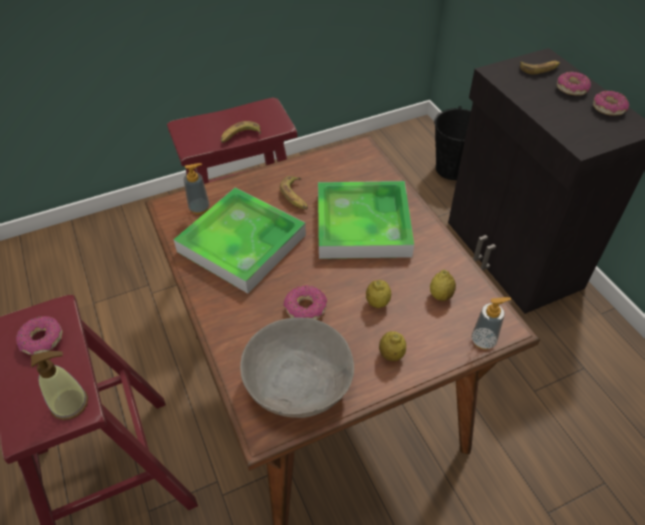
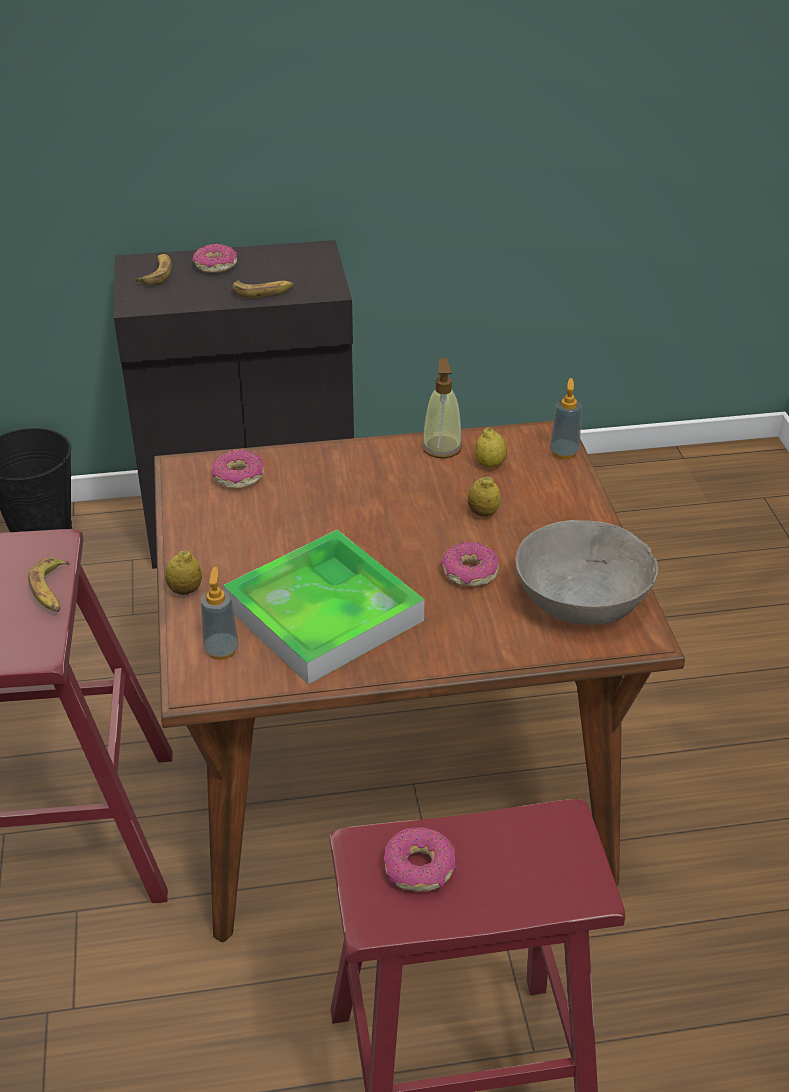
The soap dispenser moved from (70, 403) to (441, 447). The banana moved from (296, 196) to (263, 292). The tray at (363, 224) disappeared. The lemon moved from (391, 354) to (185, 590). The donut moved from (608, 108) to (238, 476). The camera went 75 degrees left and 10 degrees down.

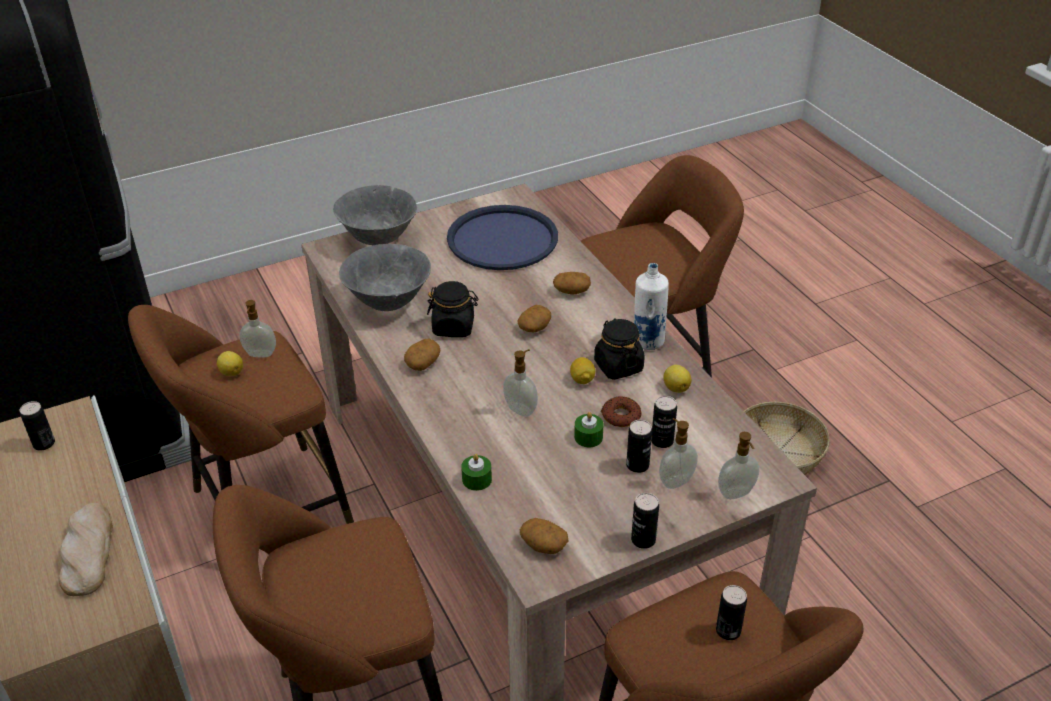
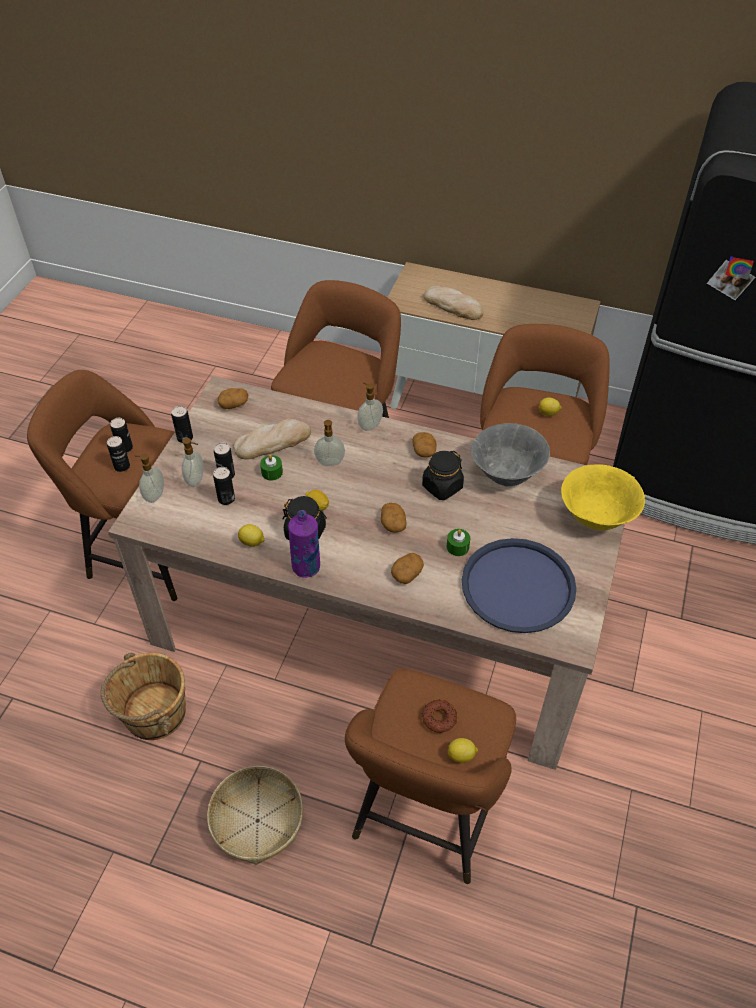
The can moved from (44, 444) to (125, 448). The soap dispenser moved from (260, 354) to (369, 425). The bowl (grey) at (378, 239) became the bowl (yellow) at (596, 518). The candle (green) moved from (477, 479) to (457, 547). The donut moved from (620, 416) to (439, 718). The bottle (white) at (648, 341) became the bottle (purple) at (306, 567). The bucket (brown) at (153, 713) appeared. The bread at (273, 442) appeared. The lemon at (461, 756) appeared. The camera went 135 degrees right and 10 degrees up.

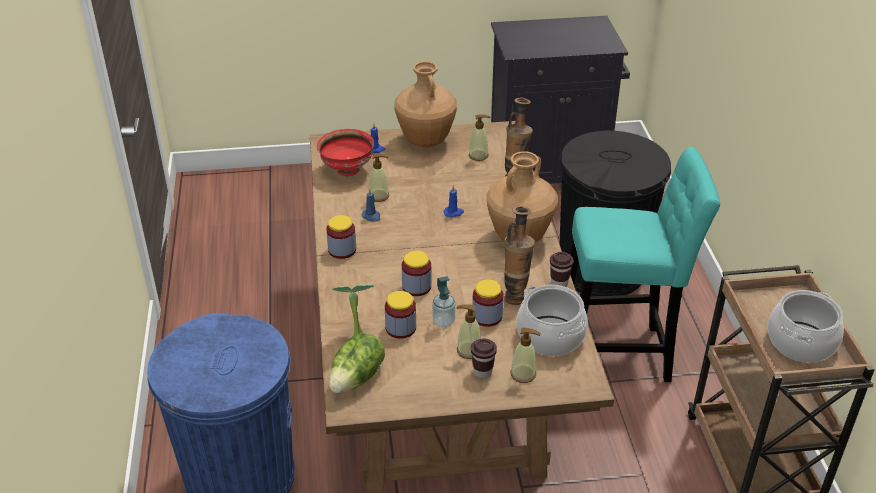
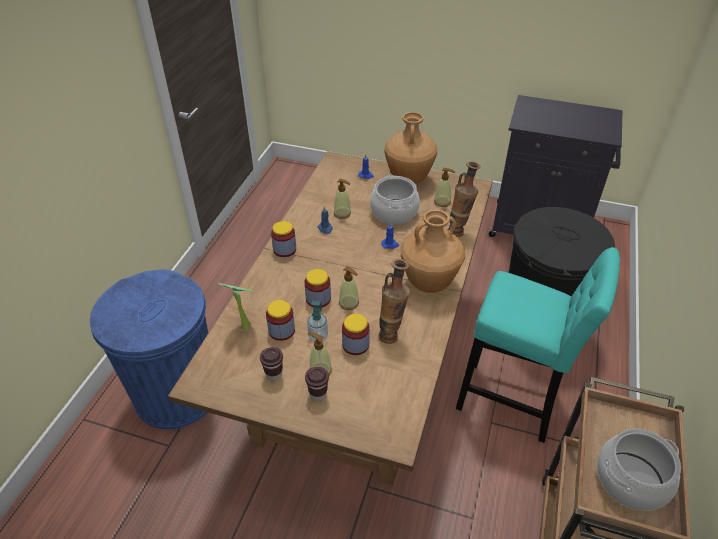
The bowl (red) at (347, 170) disappeared. The lettuce at (358, 378) disappeared. The soap dispenser moved from (523, 374) to (349, 303). The cooking pot moved from (550, 336) to (393, 212). The cup (brown) moved from (559, 283) to (274, 374). The camera went 25 degrees right and 5 degrees up.

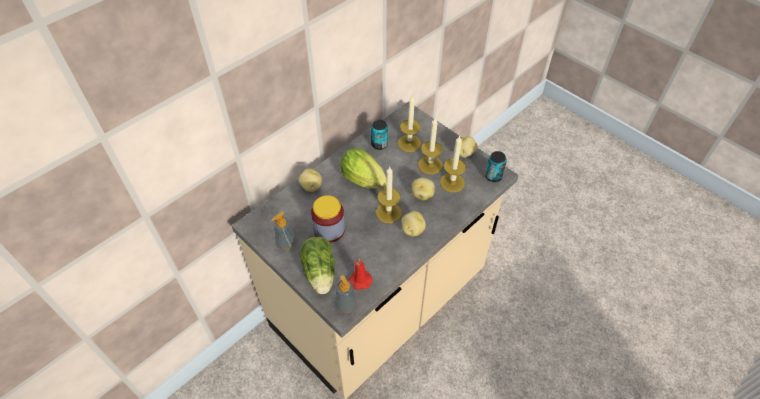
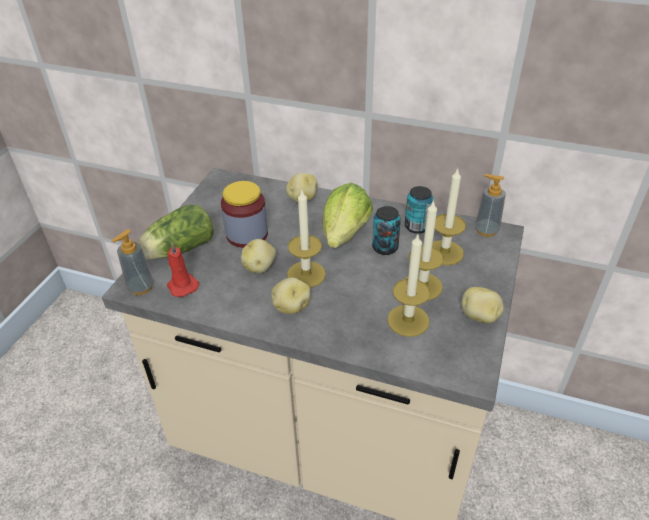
The soap dispenser moved from (286, 243) to (486, 230). The potato moved from (422, 194) to (260, 267). The can moved from (493, 176) to (385, 248). The camera went 65 degrees right and 10 degrees down.

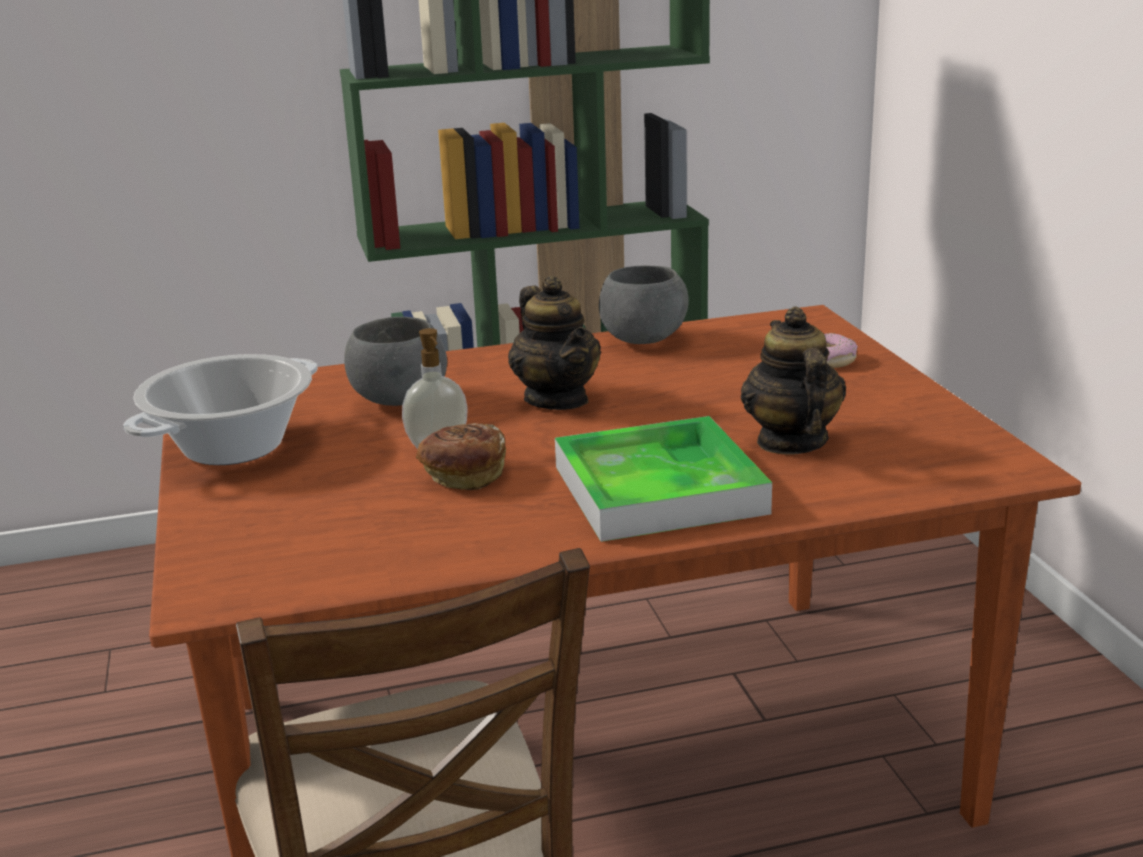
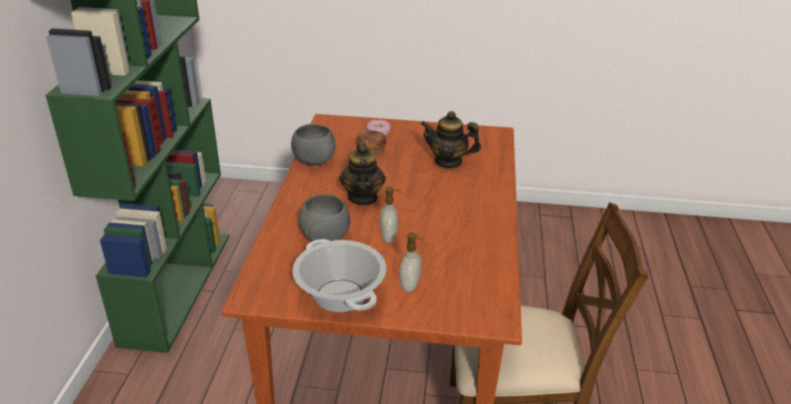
The bread moved from (464, 476) to (371, 150). The teapot at (557, 399) turned 90 degrees clockwise. The tray at (658, 489) disappeared. The soap dispenser at (411, 286) appeared. The camera went 70 degrees left and 10 degrees up.

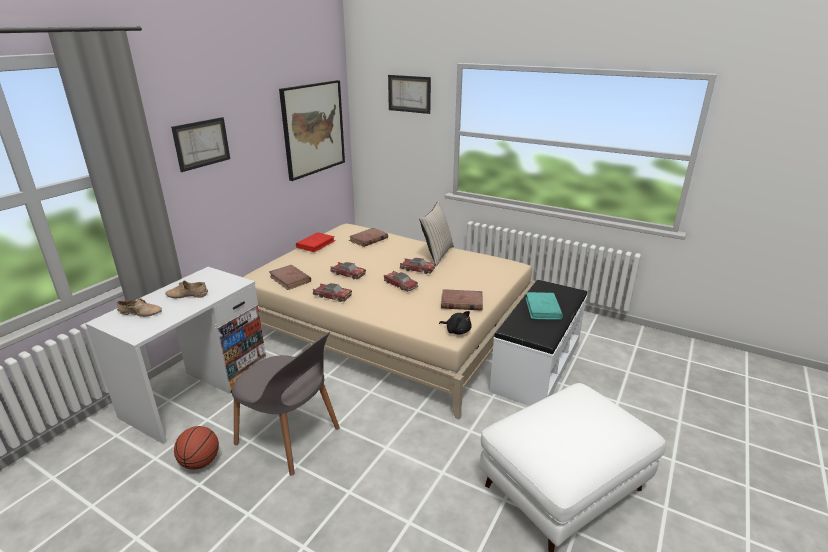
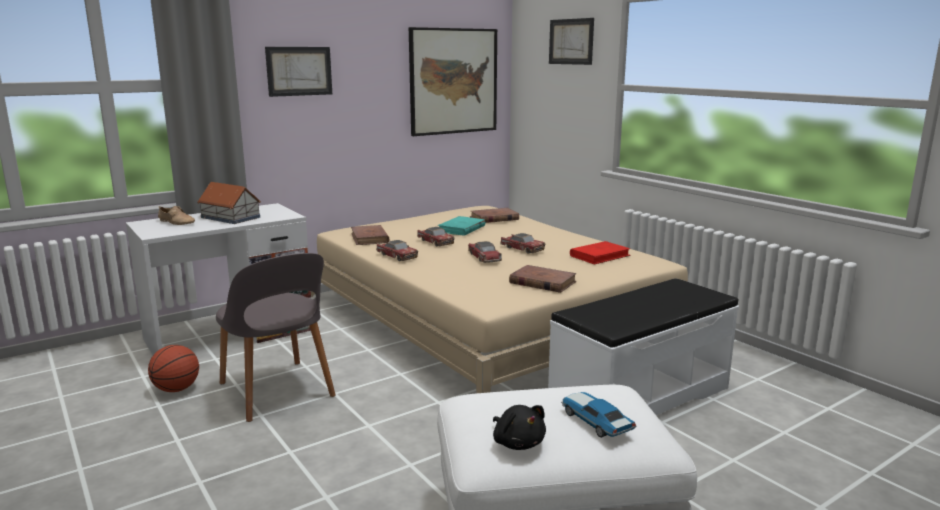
The shoe (beige) at (186, 295) was replaced by the toy house at (230, 217). The book (red) moved from (316, 244) to (600, 256). The pillow (beige) at (436, 255) disappeared. The plush toy (black) moved from (457, 331) to (517, 443). The book (turquoise) moved from (543, 308) to (461, 229). The toy car at (595, 421) appeared. The camera went 25 degrees right and 10 degrees down.

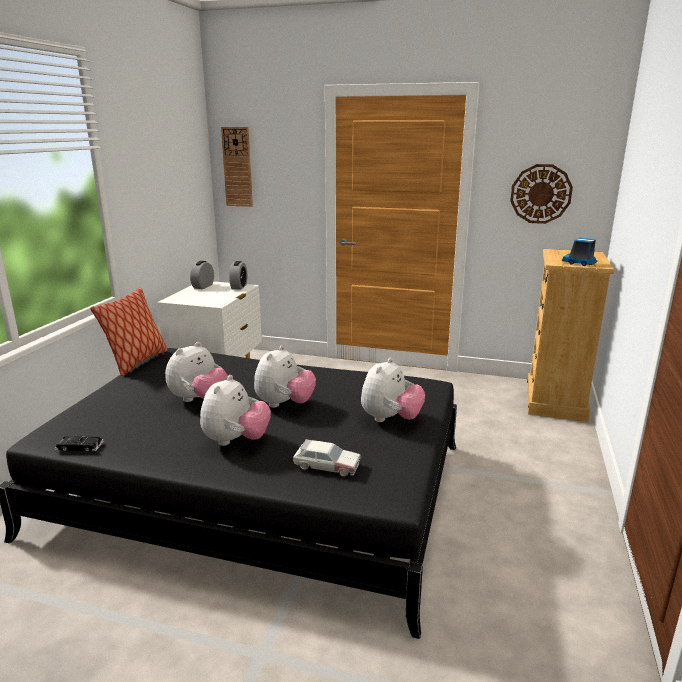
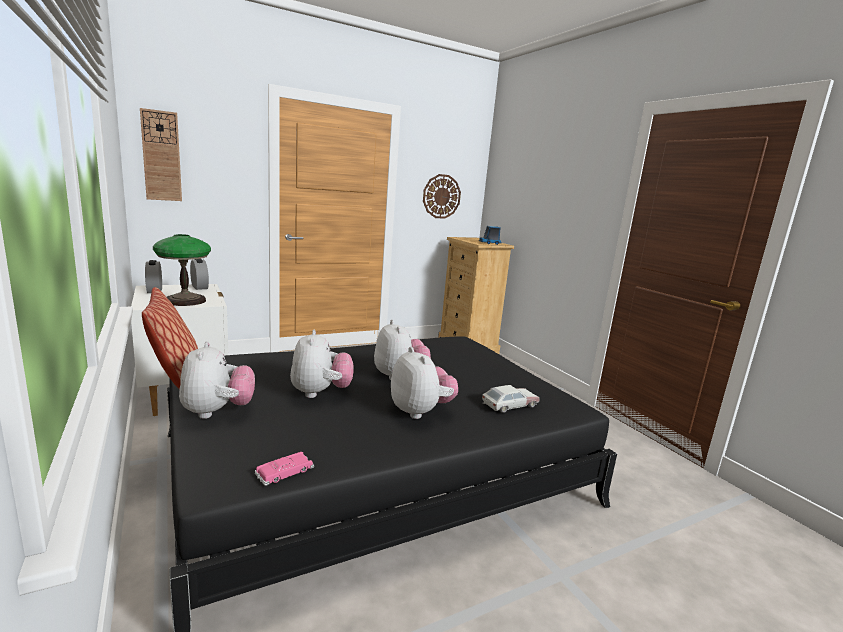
The toy car (black) at (80, 447) became the toy car (pink) at (285, 472). The plush toy moved from (390, 419) to (217, 412). The table lamp at (185, 300) appeared. The camera went 45 degrees left and 5 degrees down.

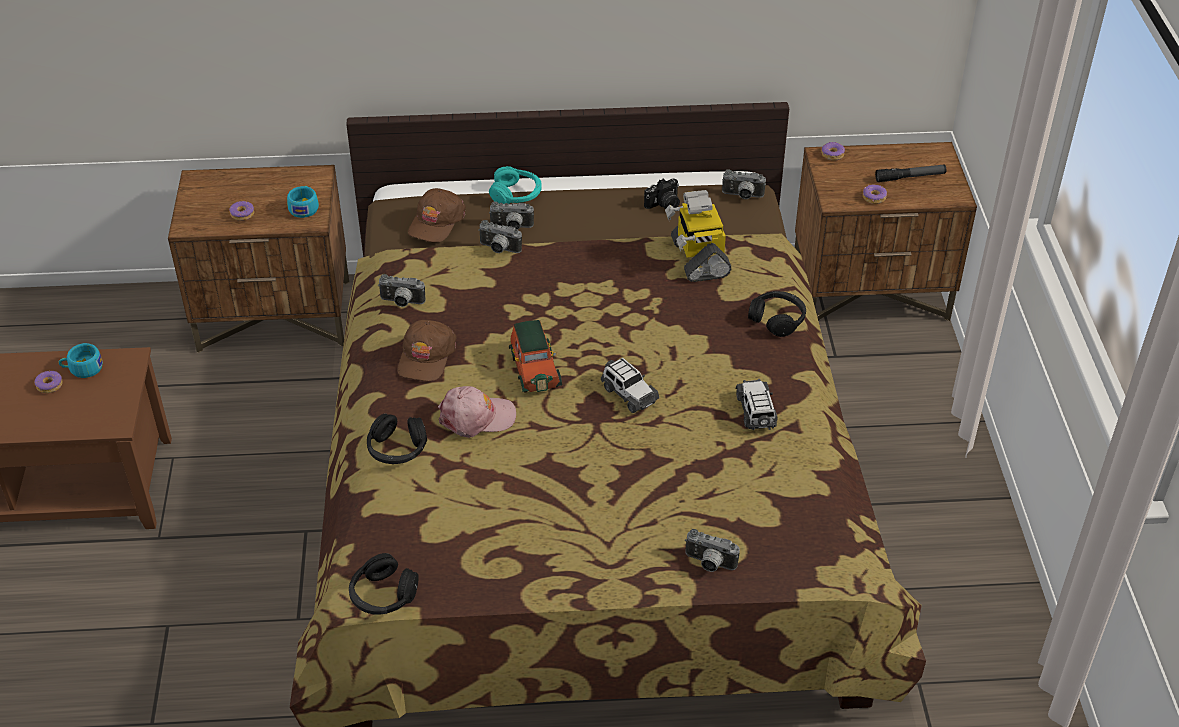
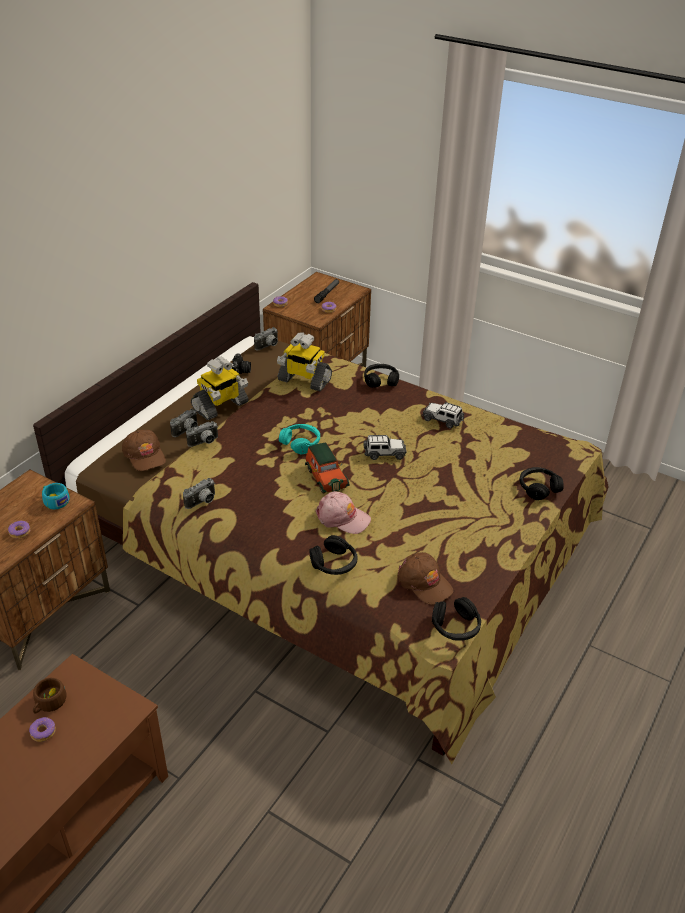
The cup (turquoise) at (82, 369) became the cup (brown) at (48, 703). The cap (brown) moved from (426, 357) to (424, 583). The cap (pink) at (476, 417) turned 90 degrees clockwise. The headphones (turquoise) moved from (516, 194) to (300, 443). The toy car at (534, 368) turned 45 degrees clockwise. The photo camera at (709, 564) was replaced by the headphones (black) at (538, 488). The toy robot at (220, 406) appeared. The camera went 55 degrees left and 5 degrees down.

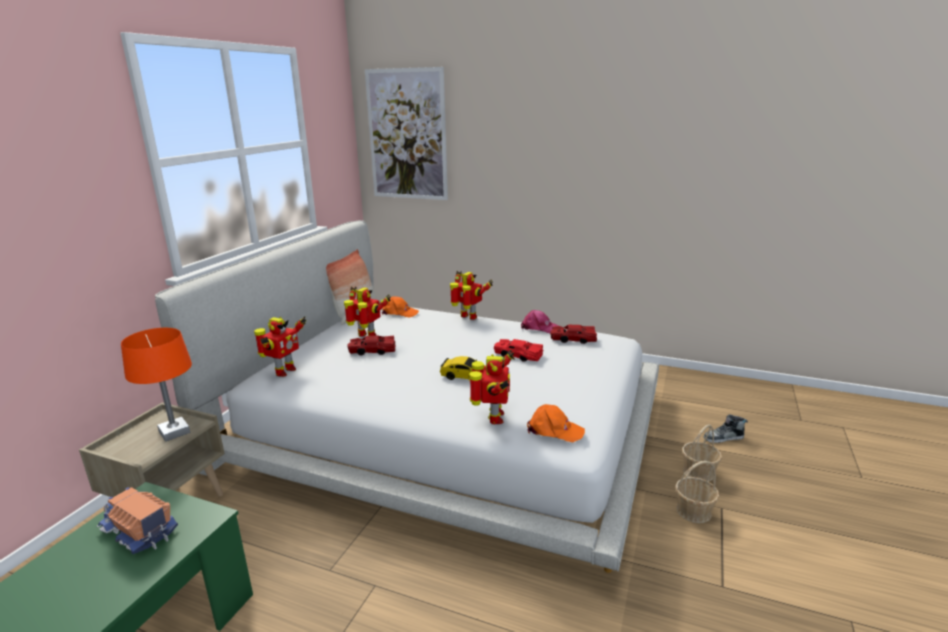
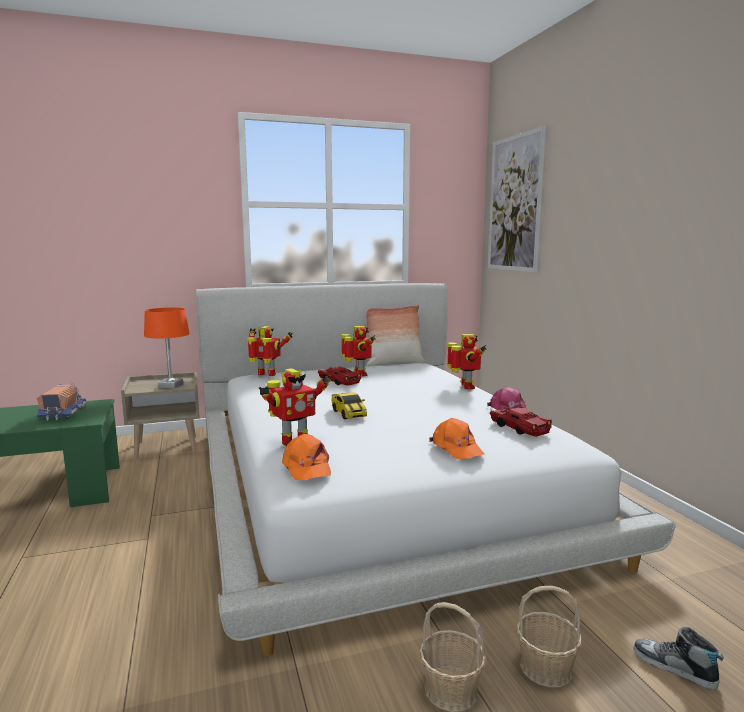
The toy robot at (283, 371) turned 150 degrees counterclockwise. The cap (orange) moved from (399, 313) to (456, 448). The toy car (red) at (518, 355) disappeared. The camera went 50 degrees right and 10 degrees down.

